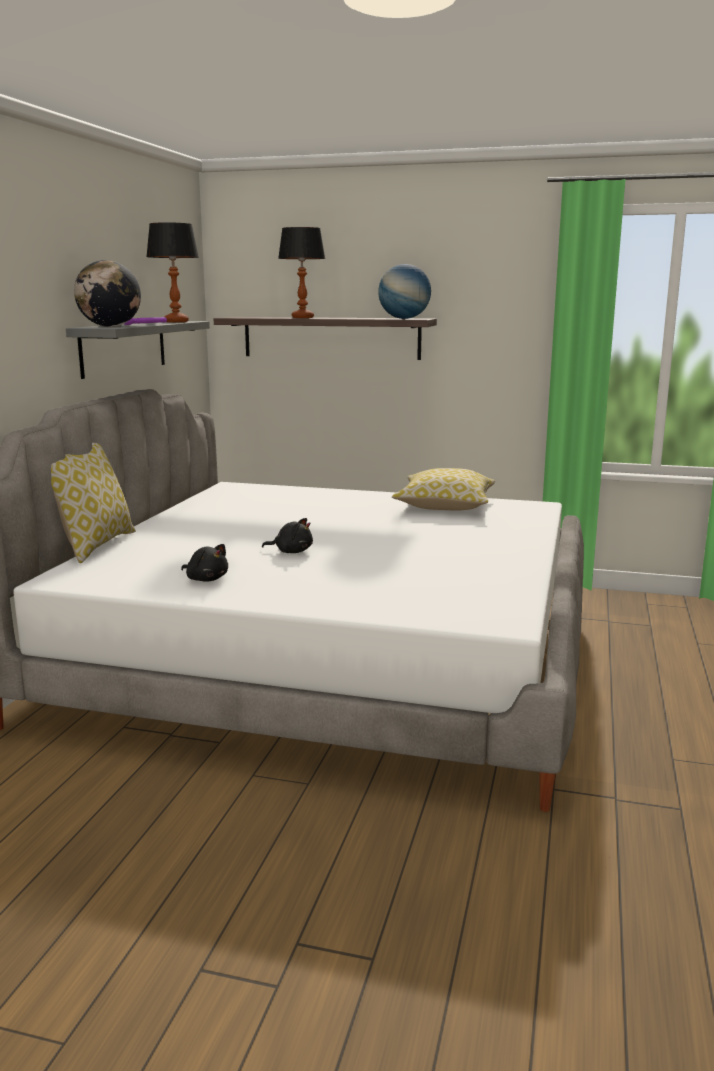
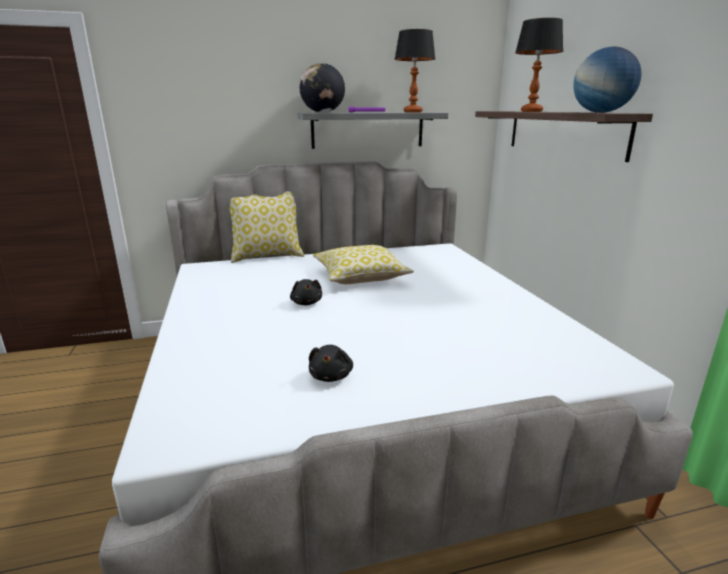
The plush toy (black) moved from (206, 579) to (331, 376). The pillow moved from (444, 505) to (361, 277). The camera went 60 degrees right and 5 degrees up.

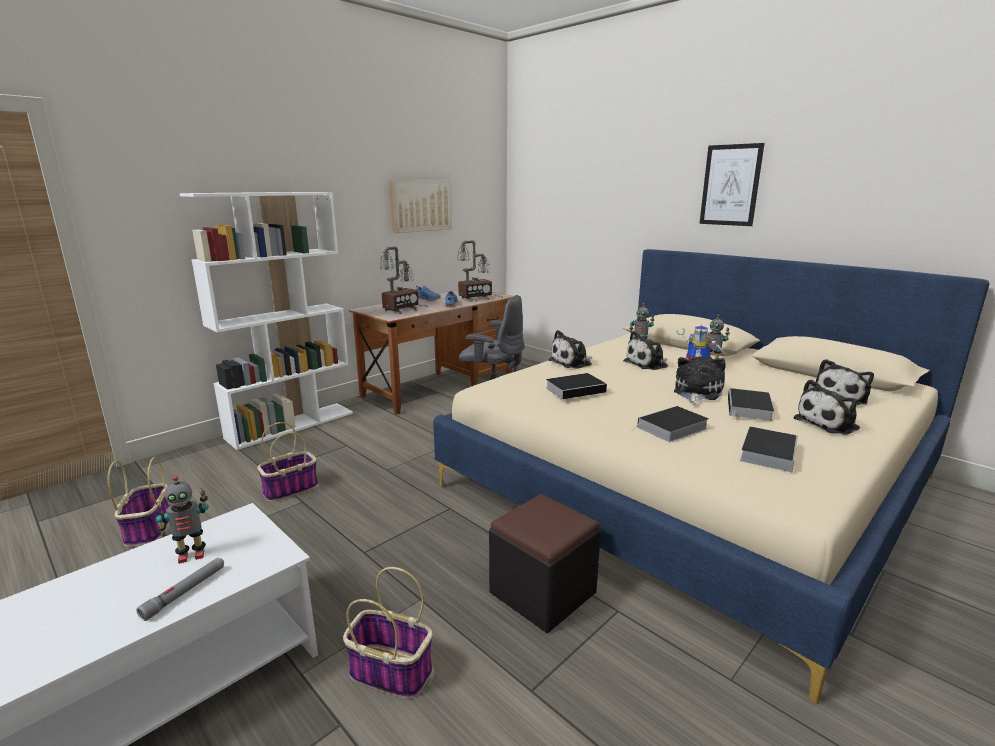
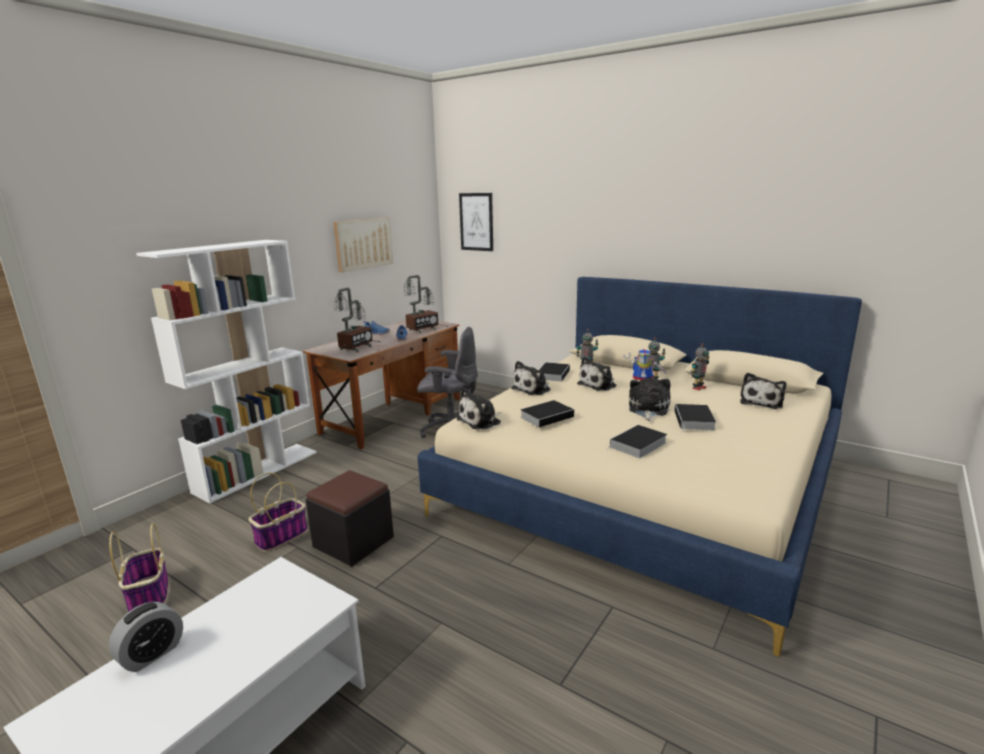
The flashlight (grey) at (185, 592) disappeared. The toy robot moved from (191, 555) to (698, 388). The basket at (389, 672) disappeared. The ottoman (black) moved from (542, 592) to (353, 542). The picture moved from (730, 185) to (476, 222). The book moved from (768, 452) to (553, 374). The plush toy moved from (829, 423) to (481, 421). The alarm clock at (152, 654) appeared. The camera went 10 degrees left and 0 degrees up.

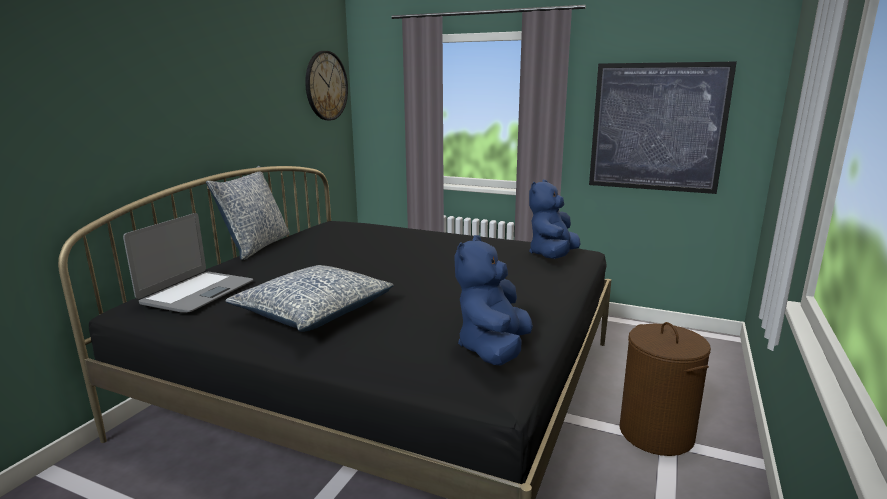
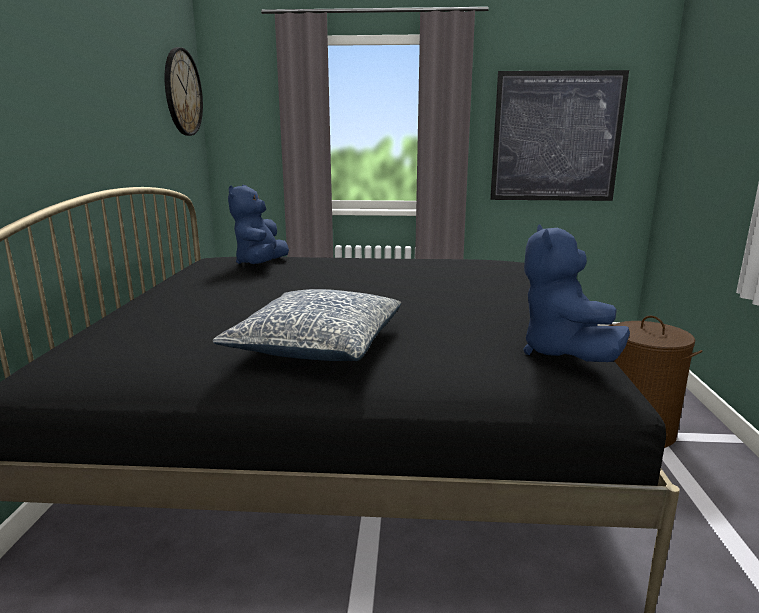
The laptop at (197, 293) disappeared. The pillow at (256, 246) disappeared. The plush toy (blue) moved from (552, 256) to (261, 264). The camera went 20 degrees left and 0 degrees up.

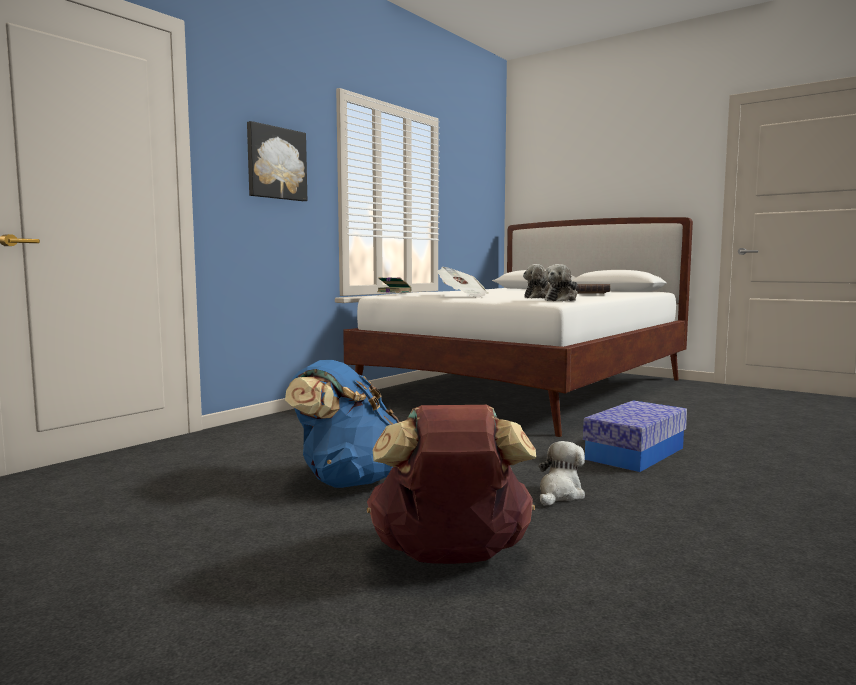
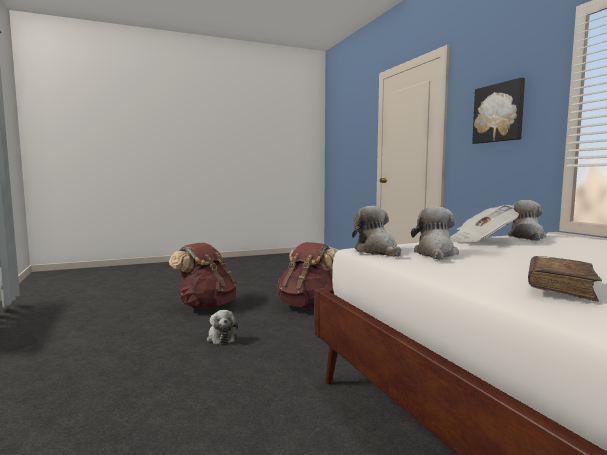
The backpack (blue) at (347, 481) became the backpack (brown) at (307, 306). The book at (393, 292) disappeared. The storage box at (635, 453) disappeared. The plush toy at (527, 237) appeared. The camera went 120 degrees right and 0 degrees up.

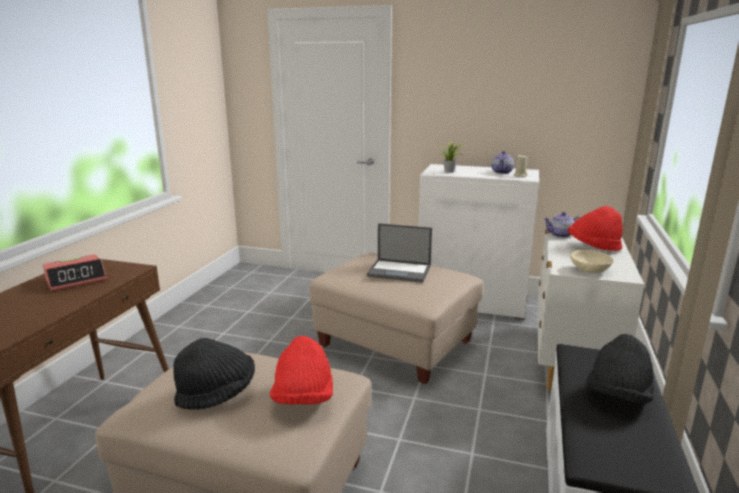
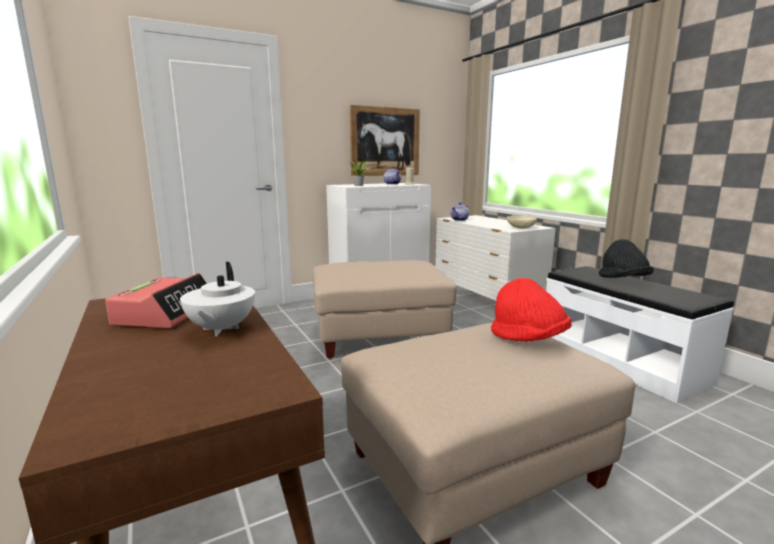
The hat (black) at (217, 394) disappeared. The laptop at (400, 271) disappeared. The hat (red) at (593, 247) disappeared. The teapot (white) at (220, 329) appeared. The picture at (385, 142) appeared. The camera went 45 degrees left and 5 degrees down.

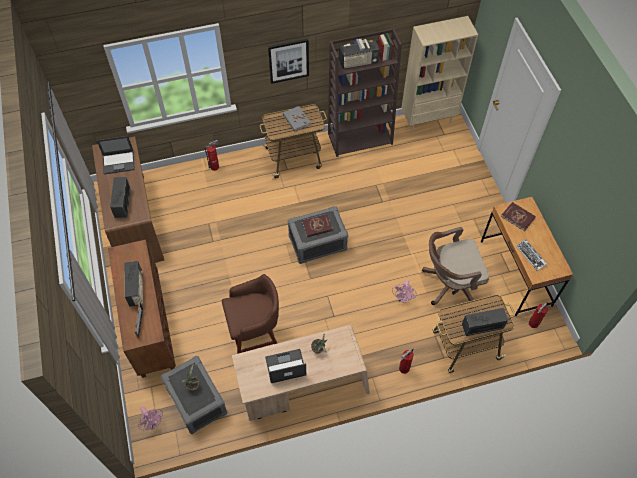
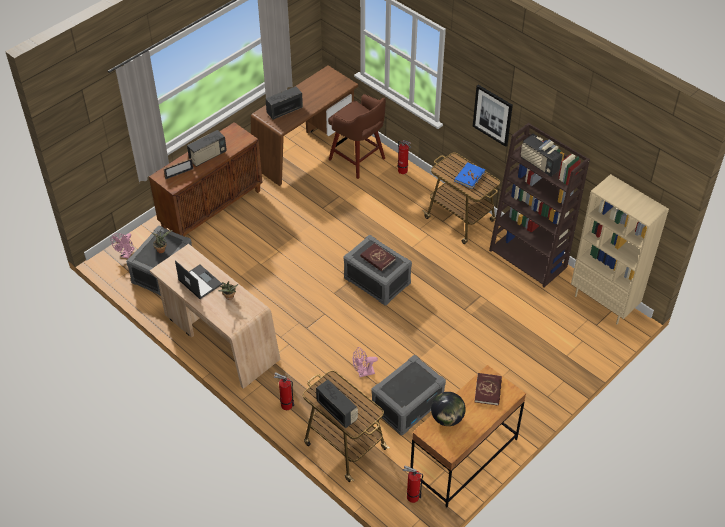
The laptop at (119, 162) disappeared. The stool (brown) moved from (255, 336) to (358, 160). The book (grey) at (296, 119) became the book (blue) at (469, 176). The office chair (brown) at (449, 284) was replaced by the storage box (grey) at (407, 404). The keyboard at (531, 256) was replaced by the globe at (447, 418). The camera went 60 degrees right and 10 degrees down.

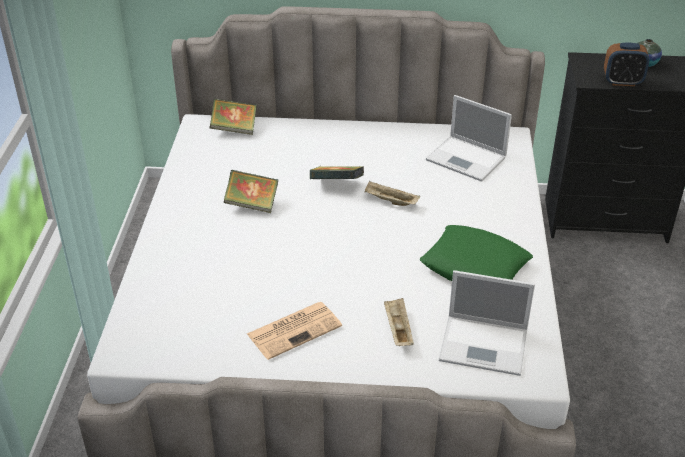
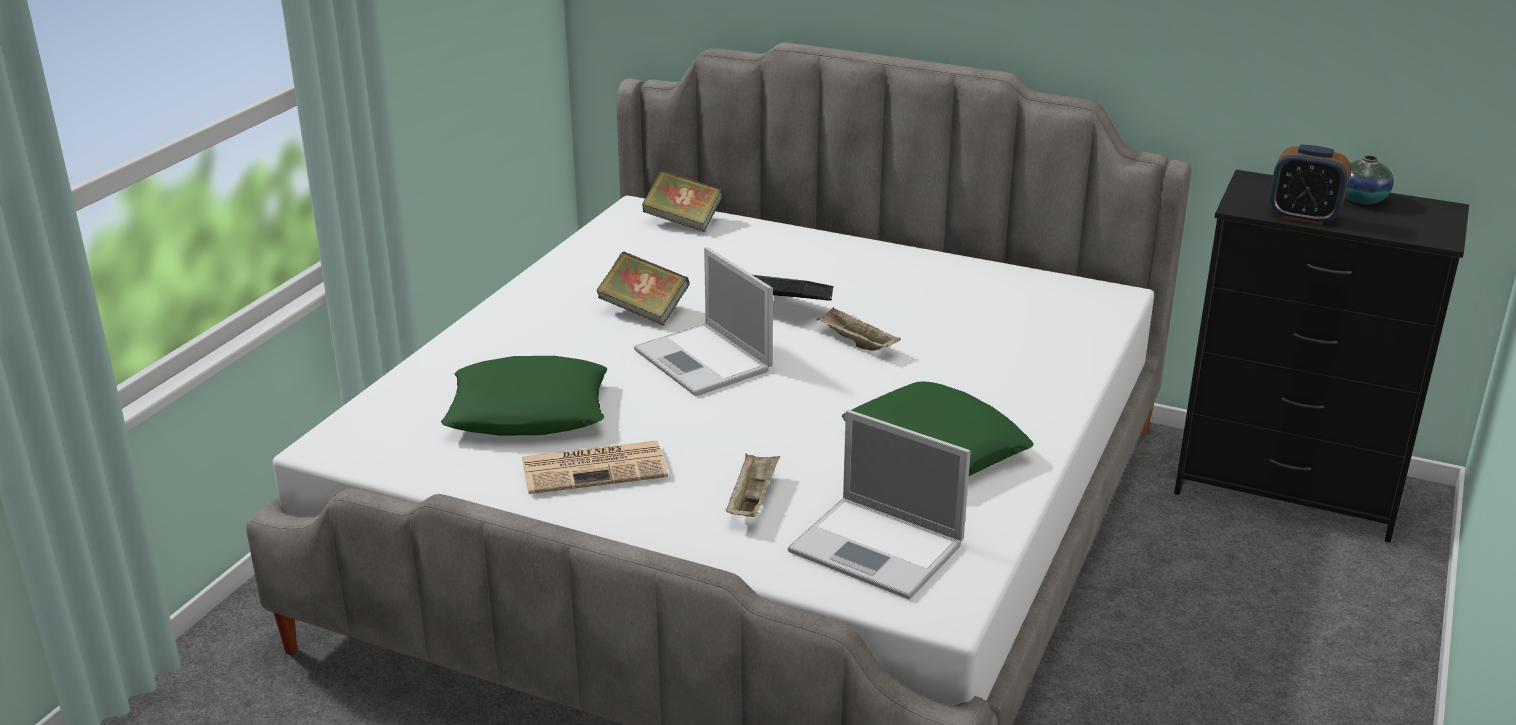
The laptop moved from (467, 159) to (704, 361). The pillow (green) at (528, 411) appeared. The camera went 20 degrees right and 10 degrees down.

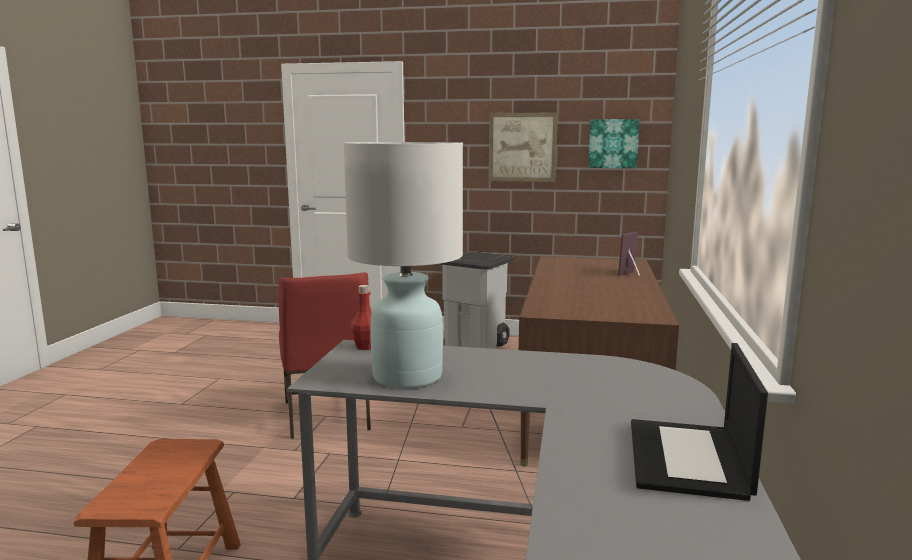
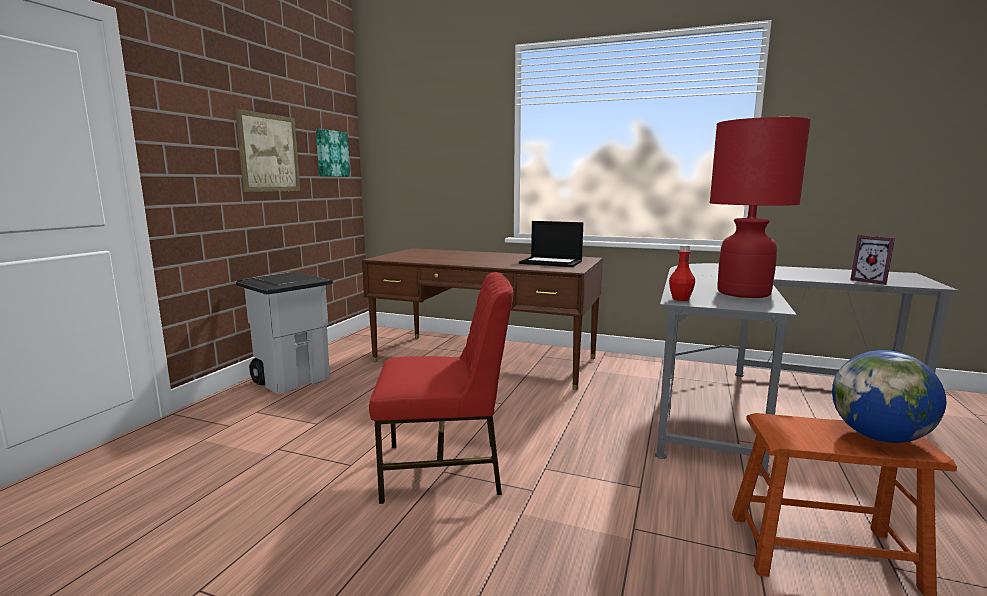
The table lamp (white) at (407, 377) became the table lamp (red) at (744, 293). The picture frame moved from (632, 274) to (871, 281). The laptop moved from (688, 459) to (552, 262). The globe at (879, 437) appeared. The camera went 80 degrees left and 0 degrees up.

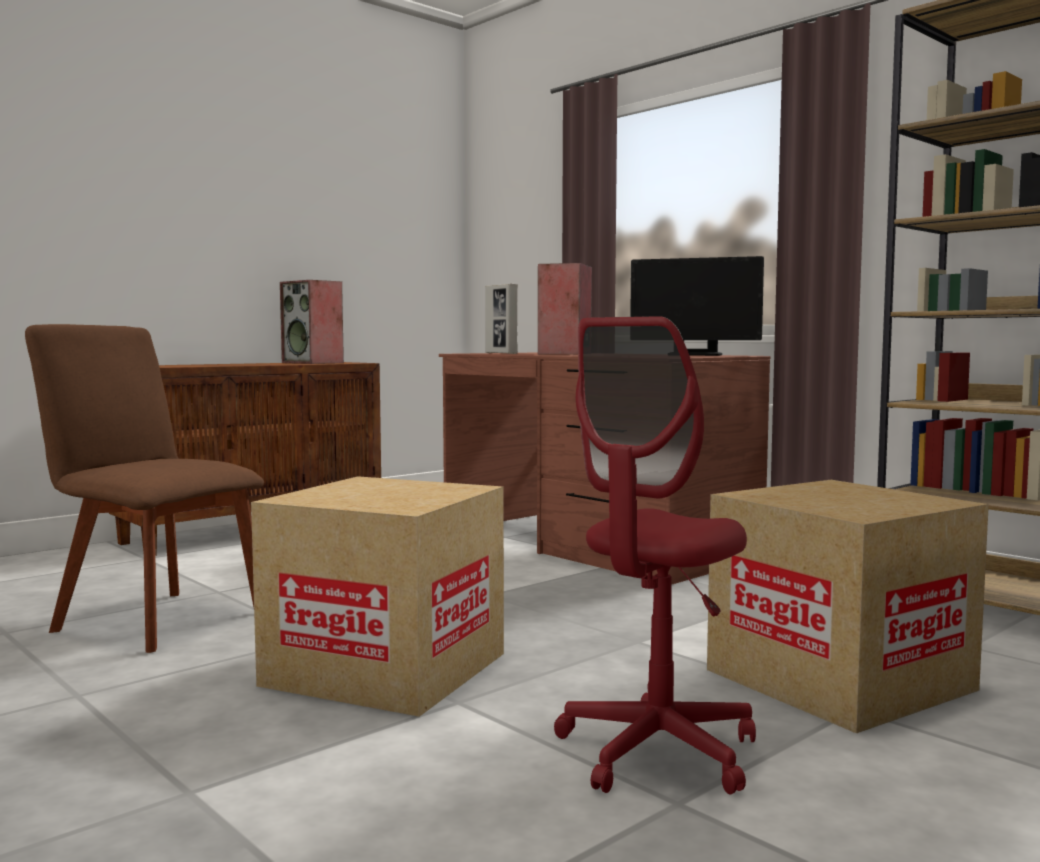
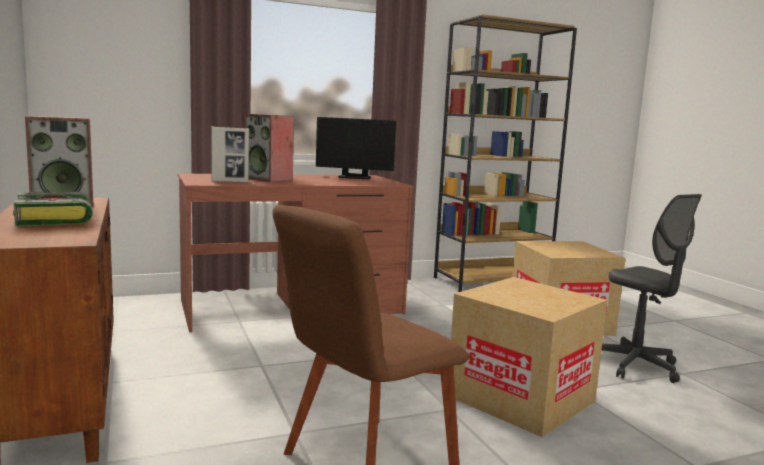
The office chair (red) at (657, 752) became the office chair (grey) at (636, 366). The monitor at (695, 355) turned 60 degrees clockwise. The book at (56, 220) appeared. The camera went 70 degrees left and 5 degrees up.

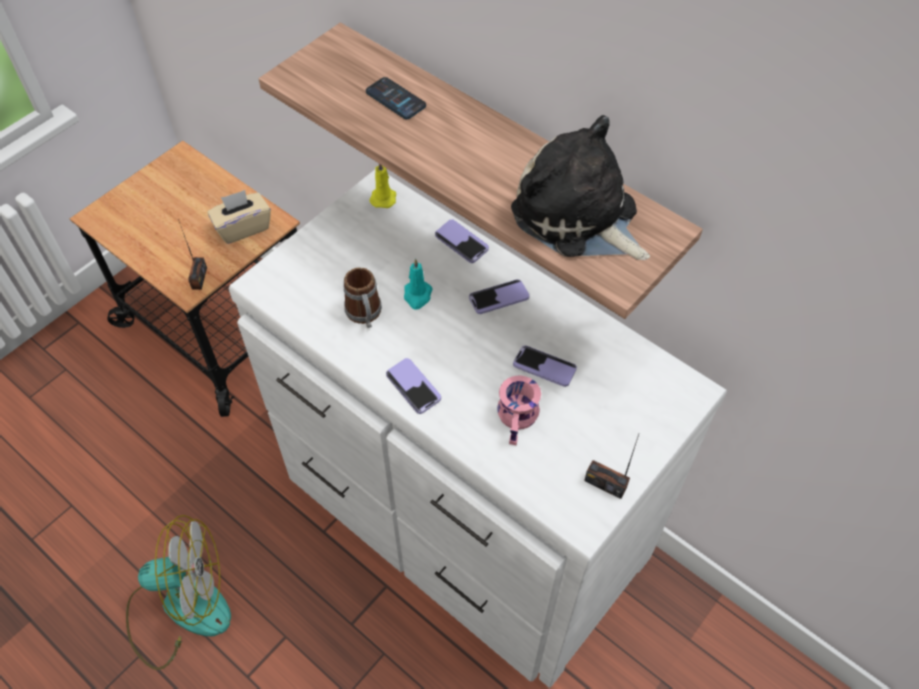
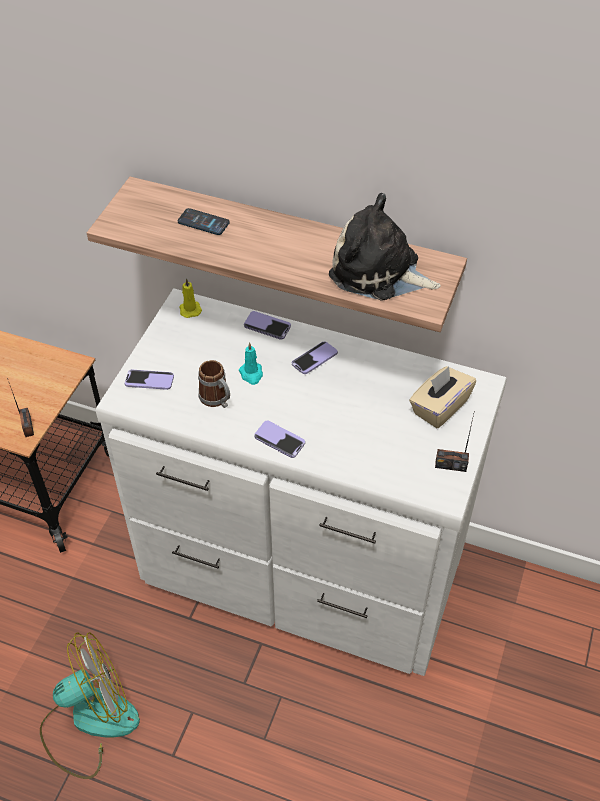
The tissue box (beige) moved from (243, 227) to (439, 407). The mug (pink) at (520, 419) disappeared. The phone moved from (544, 367) to (149, 380). The camera went 20 degrees left and 5 degrees down.

